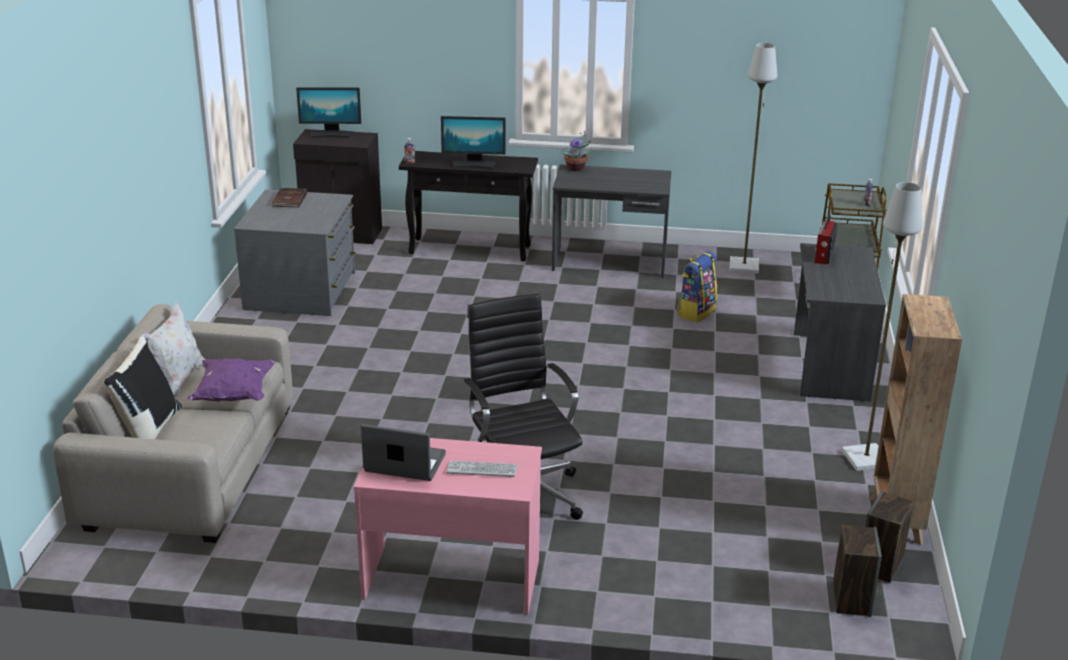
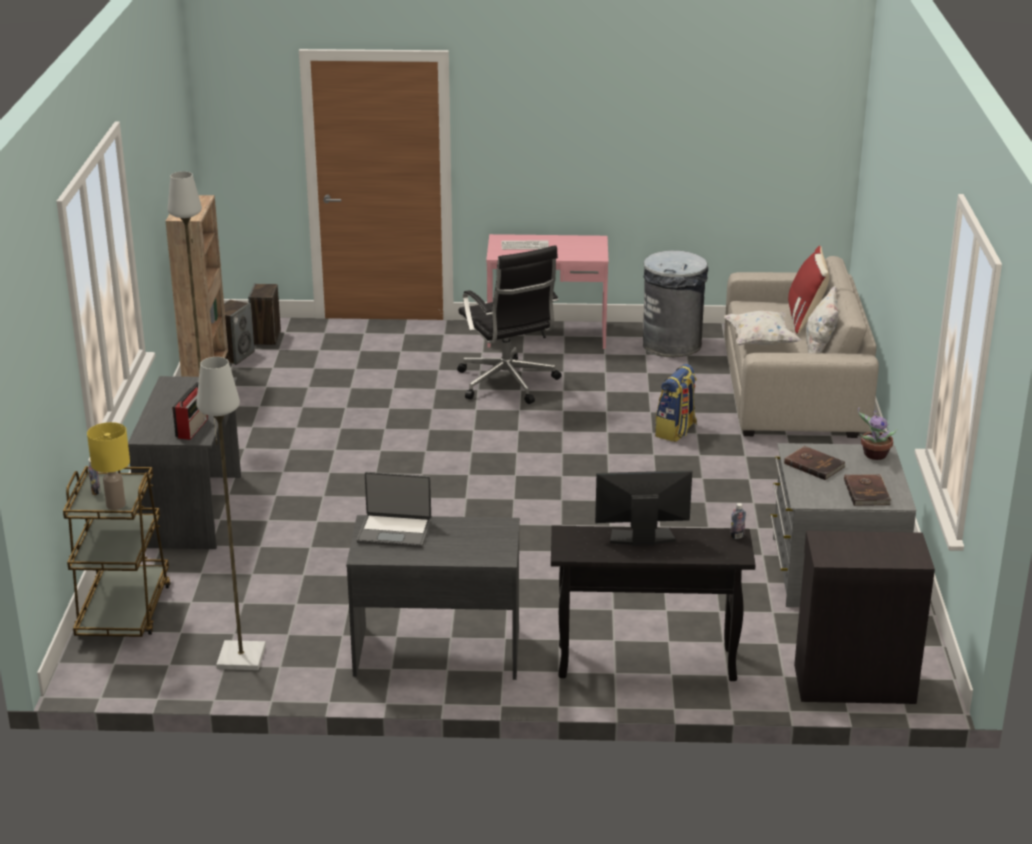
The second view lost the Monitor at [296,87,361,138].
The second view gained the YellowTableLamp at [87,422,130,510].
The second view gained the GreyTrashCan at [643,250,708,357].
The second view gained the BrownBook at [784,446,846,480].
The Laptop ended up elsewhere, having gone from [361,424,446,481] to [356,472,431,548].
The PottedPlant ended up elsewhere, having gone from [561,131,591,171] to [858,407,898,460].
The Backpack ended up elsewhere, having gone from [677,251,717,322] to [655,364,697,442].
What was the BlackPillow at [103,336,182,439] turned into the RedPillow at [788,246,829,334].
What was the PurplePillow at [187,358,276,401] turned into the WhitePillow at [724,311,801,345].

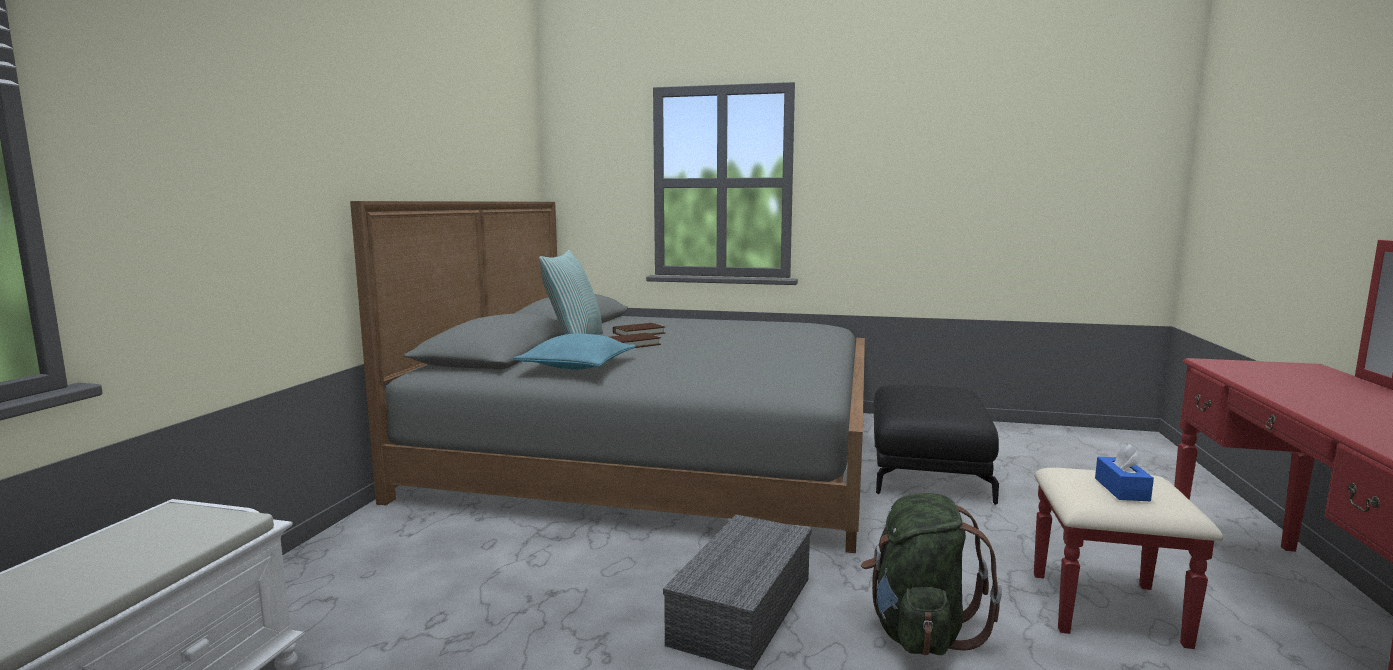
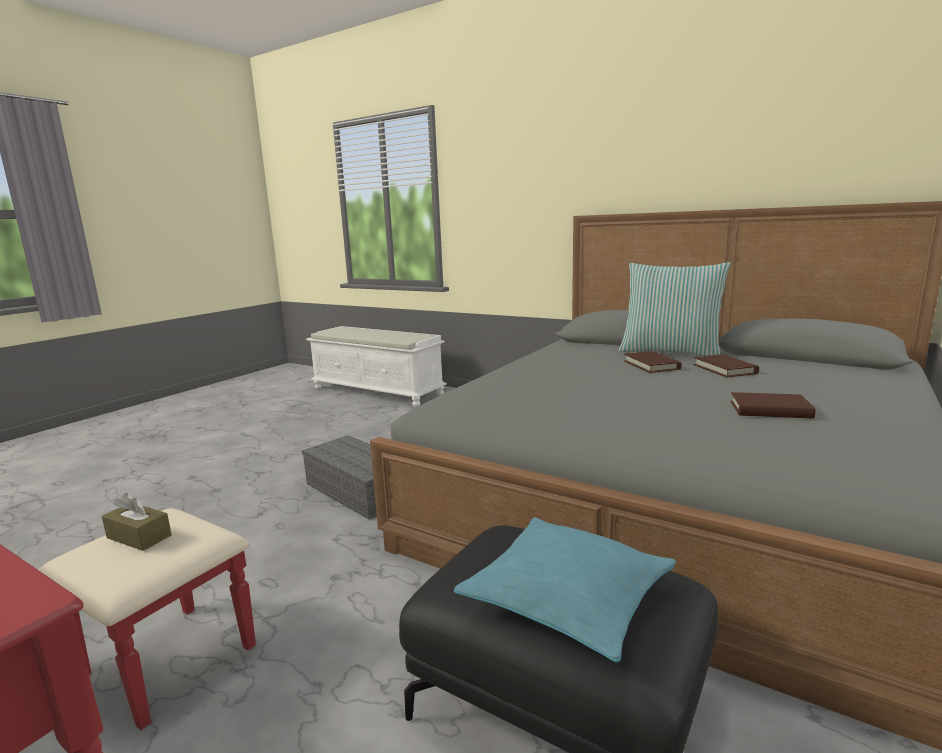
The second view lost the GreenBackpack at [861,493,1002,655].
The second view gained the BrownBook at [730,392,816,419].
The TurquoisePillow ended up elsewhere, having gone from [514,333,636,369] to [454,517,676,663].
What was the BlueTissueBox at [1095,444,1154,501] turned into the BrownTissueBox at [102,493,172,551].

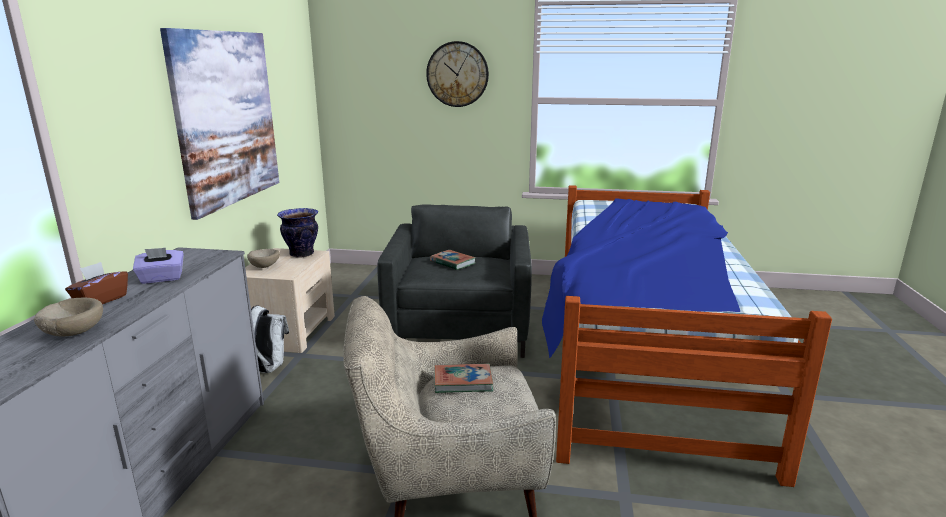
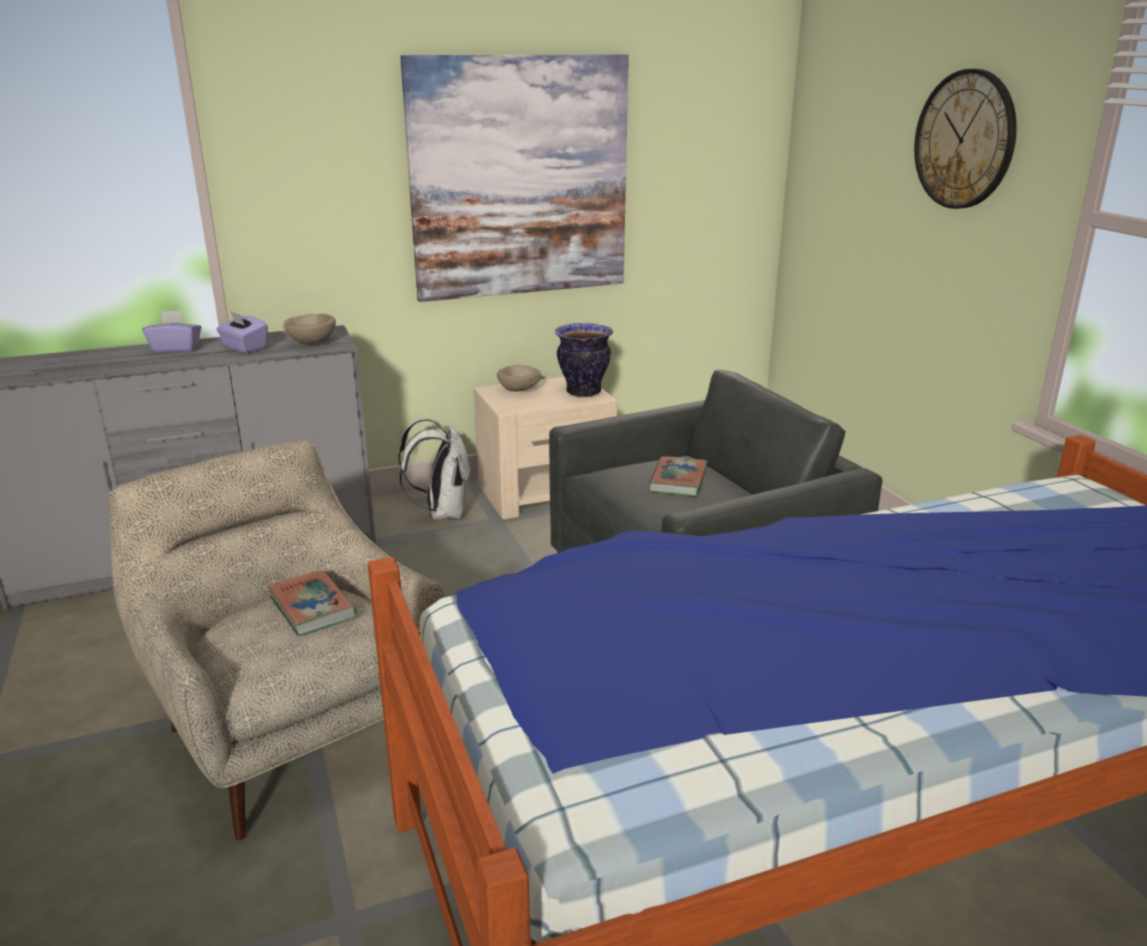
The BeigeBowl ended up elsewhere, having gone from [34,298,103,337] to [283,314,336,344].
What was the BrownTissueBox at [65,262,128,304] turned into the PurpleTissueBox at [142,311,201,352].

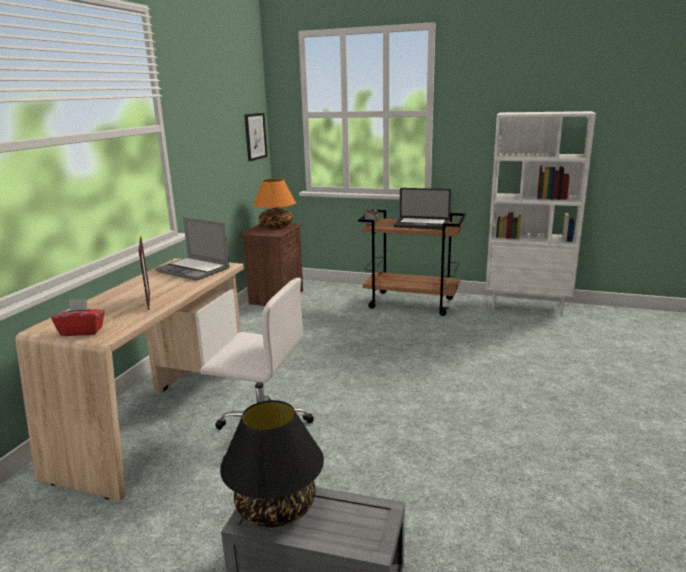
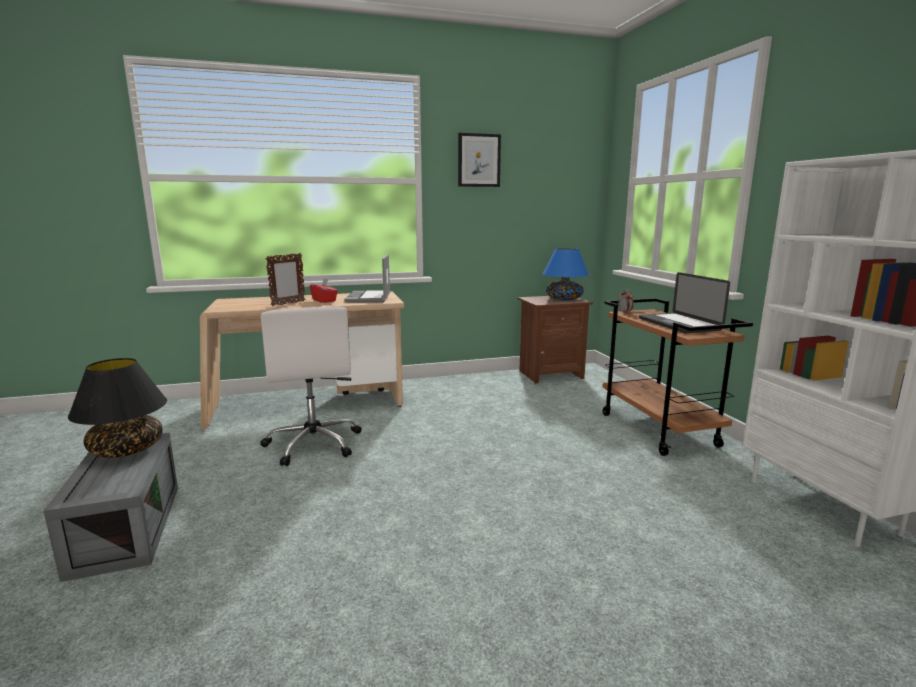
The RedTissueBox ended up elsewhere, having gone from [51,299,105,336] to [310,278,338,303].
The Picture ended up elsewhere, having gone from [244,113,267,161] to [458,133,501,187].
What was the OrangeTableLamp at [253,178,296,228] turned into the BlueTableLamp at [543,248,589,300].

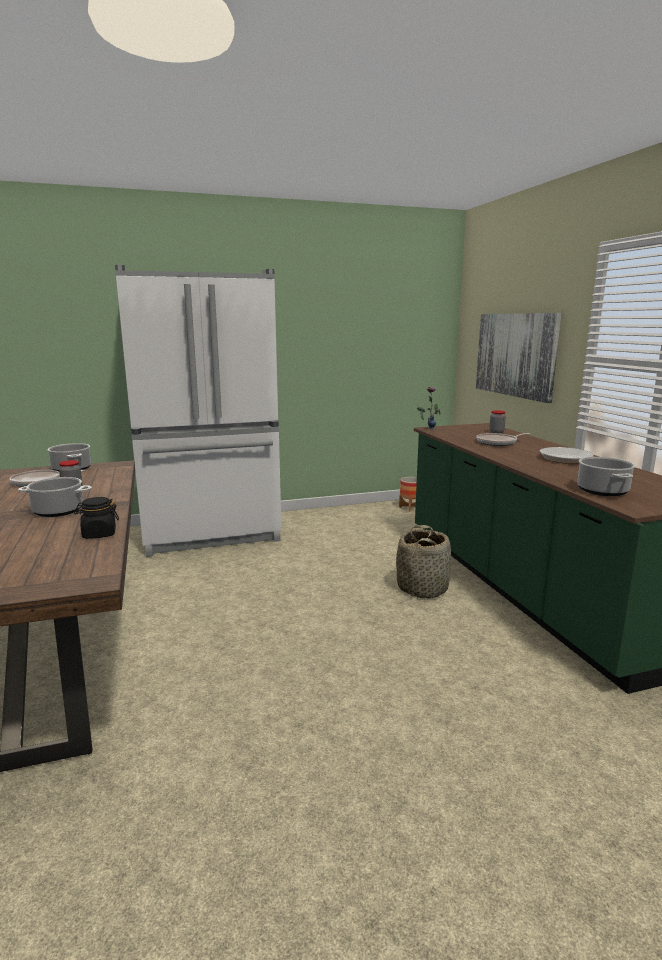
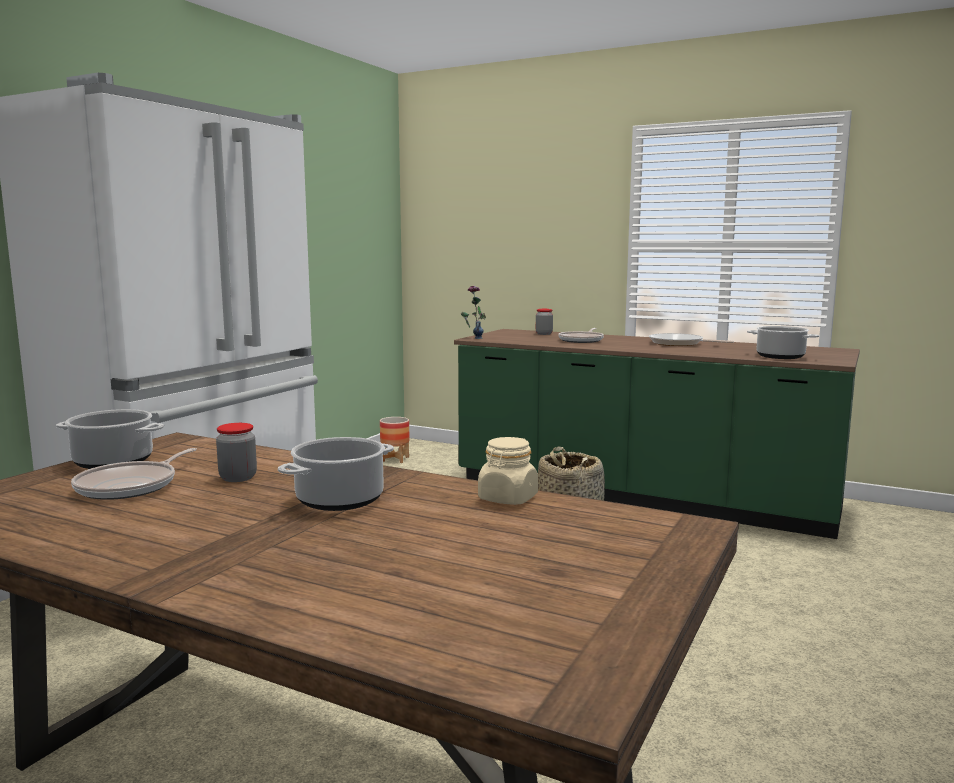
The second view lost the Picture at [476,313,562,403].
What was the BlackJar at [74,497,119,539] turned into the BeigeJar at [478,437,538,505].

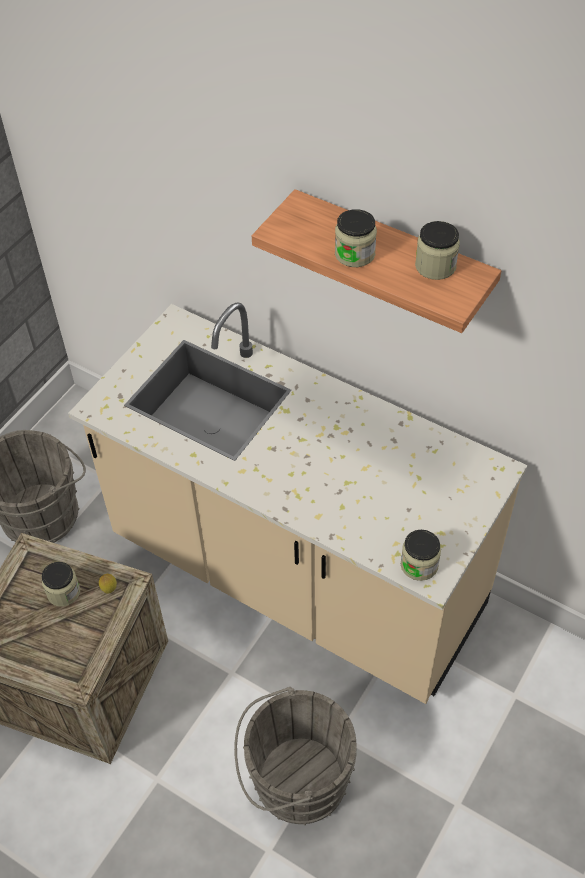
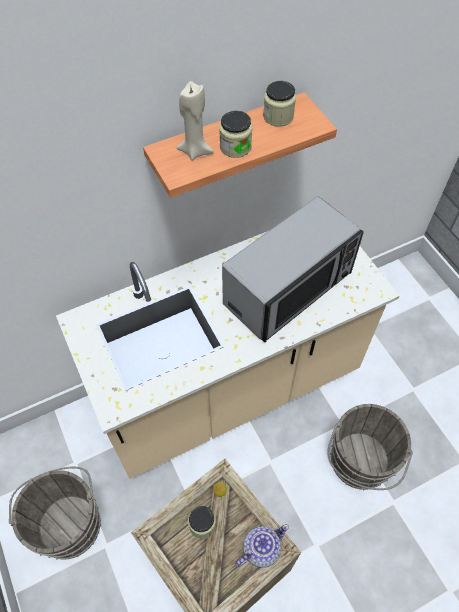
The second view lost the Jar at [401,530,441,581].
The second view gained the BeigeCandle at [176,81,214,161].
The second view gained the Microwave at [222,196,364,342].
The second view gained the Teapot at [236,524,289,568].

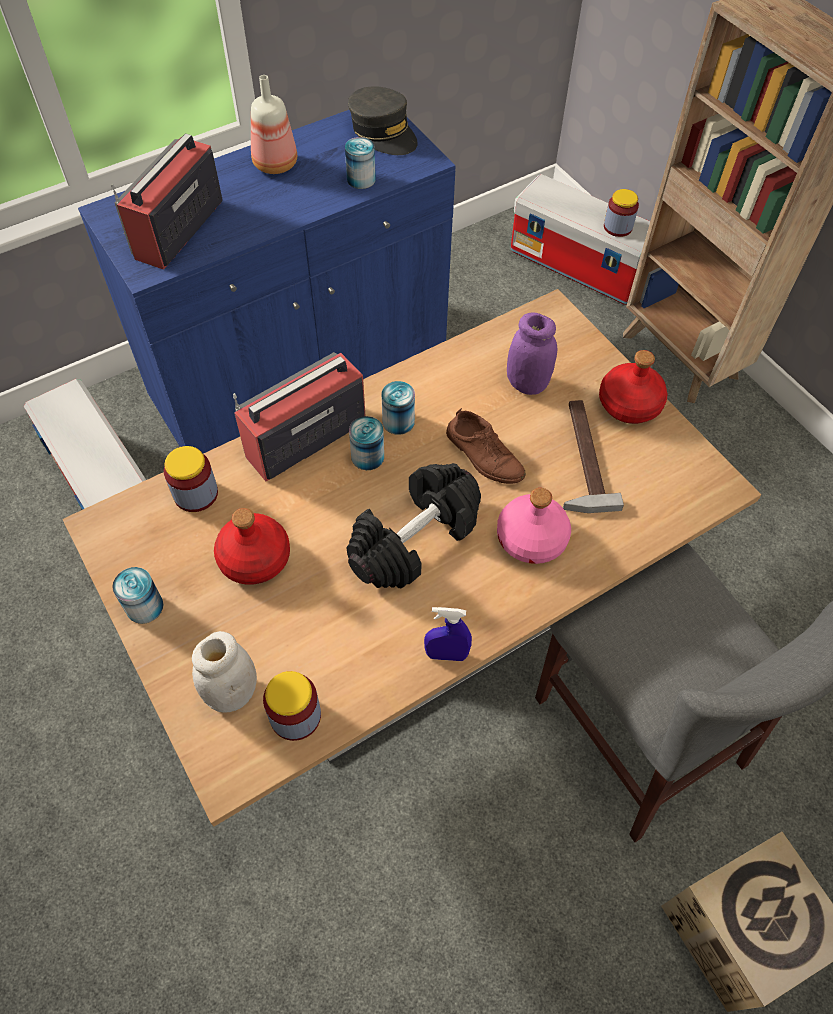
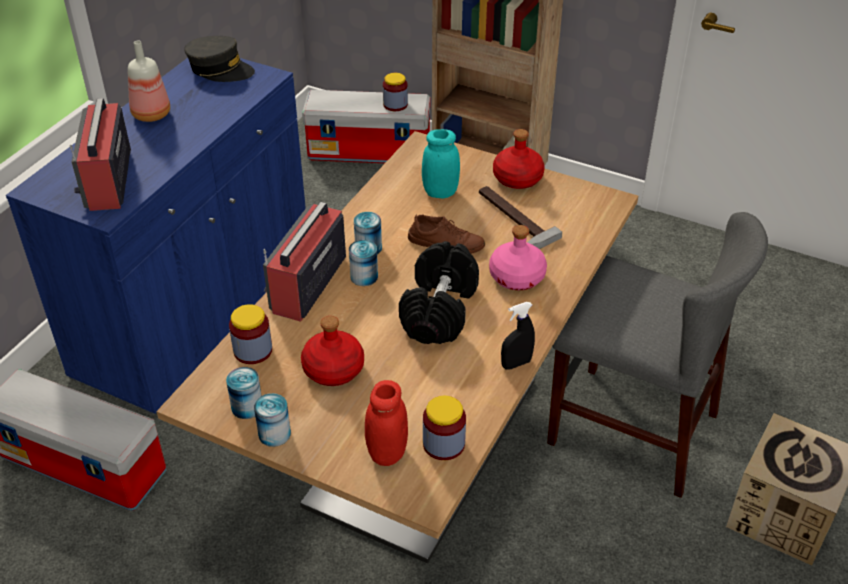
The Can ended up elsewhere, having gone from [345,137,376,189] to [226,367,262,419].
What was the WhiteJar at [192,631,257,712] turned into the RedJar at [365,380,408,466].
What was the BlueSprayBottle at [424,607,472,661] turned into the BlackSprayBottle at [501,302,535,370].
What was the PurpleJar at [507,312,557,395] turned into the TurquoiseJar at [422,129,460,199].

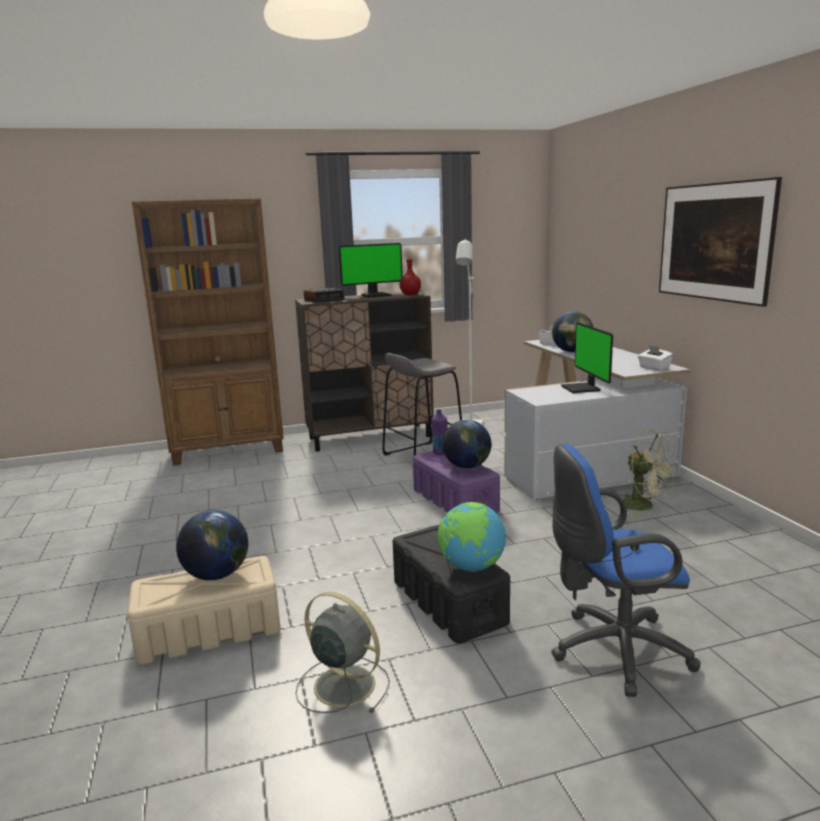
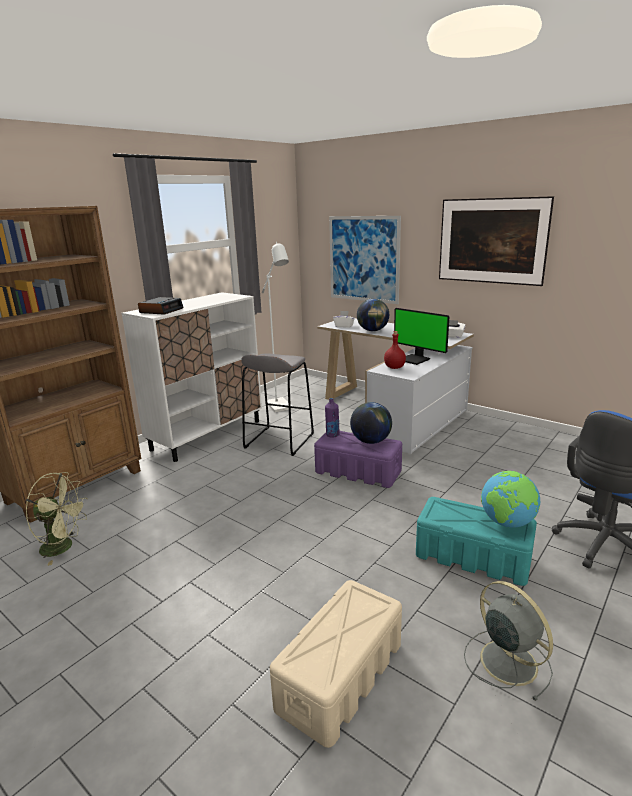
The second view lost the Globe at [176,510,248,580].
The second view lost the Monitor at [339,243,403,298].
The second view gained the Picture at [329,216,401,304].
The RedBottle ended up elsewhere, having gone from [400,256,421,295] to [384,331,406,369].
The GreenFan ended up elsewhere, having gone from [619,429,677,516] to [26,472,88,566].
What was the BrownCabinet at [295,292,434,451] turned into the WhiteCabinet at [122,292,262,462].
What was the BlackStorageBox at [393,525,510,644] turned into the TurquoiseStorageBox at [416,497,537,586].
The GreyFan at [296,592,390,713] ended up facing another way, 60 degrees clockwise from before.

